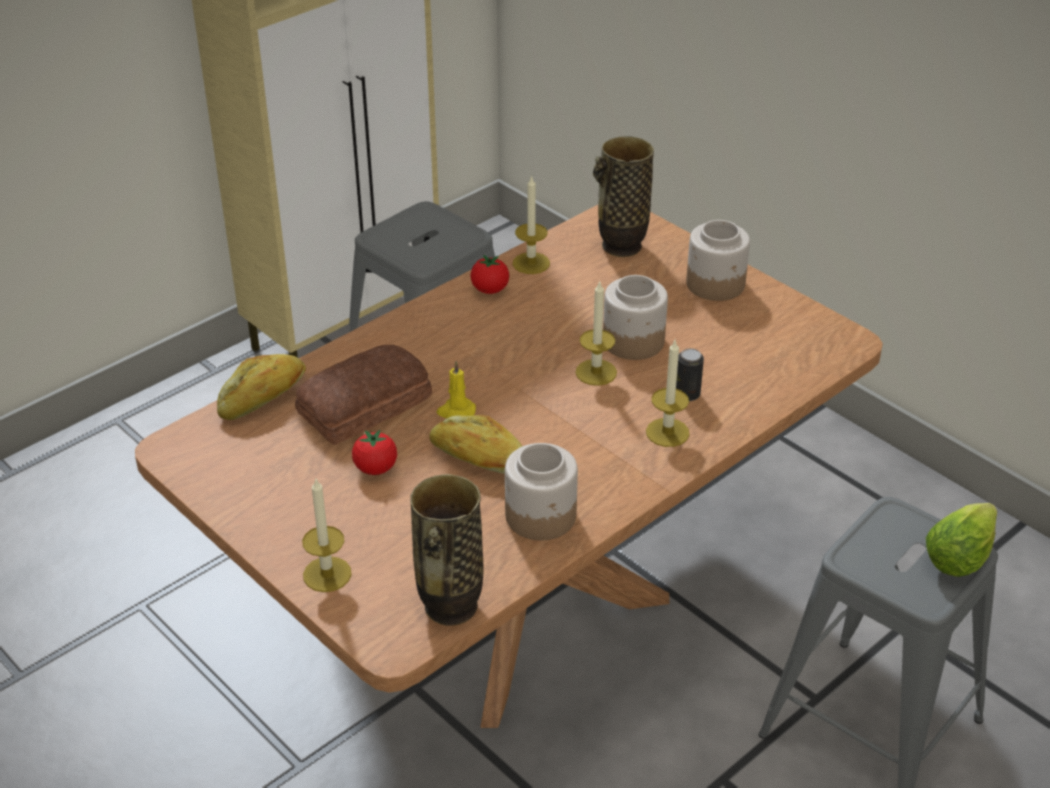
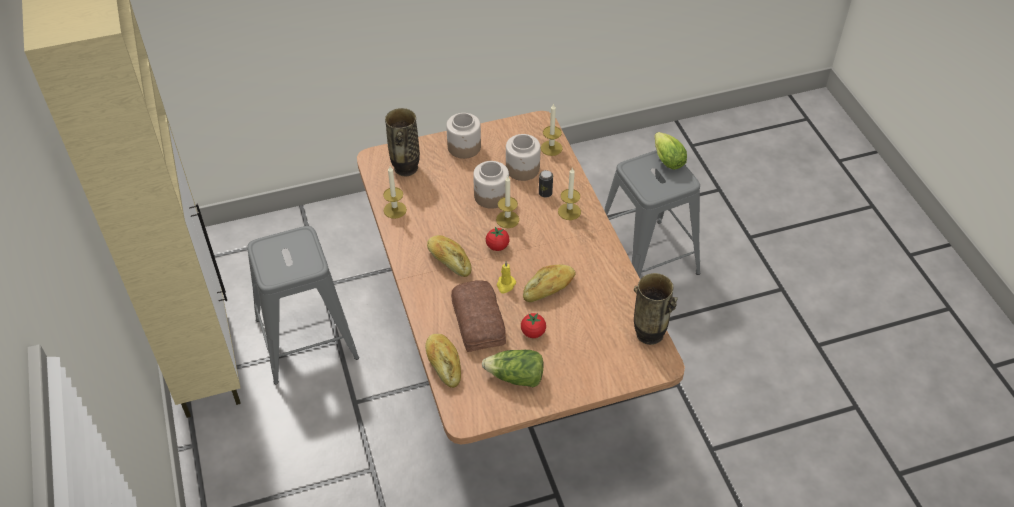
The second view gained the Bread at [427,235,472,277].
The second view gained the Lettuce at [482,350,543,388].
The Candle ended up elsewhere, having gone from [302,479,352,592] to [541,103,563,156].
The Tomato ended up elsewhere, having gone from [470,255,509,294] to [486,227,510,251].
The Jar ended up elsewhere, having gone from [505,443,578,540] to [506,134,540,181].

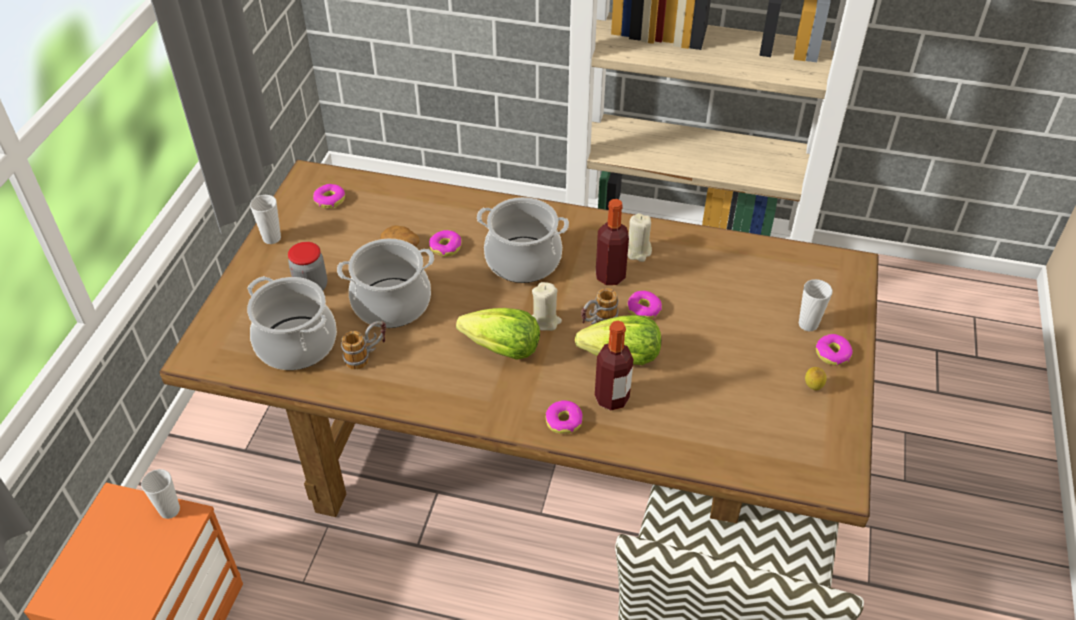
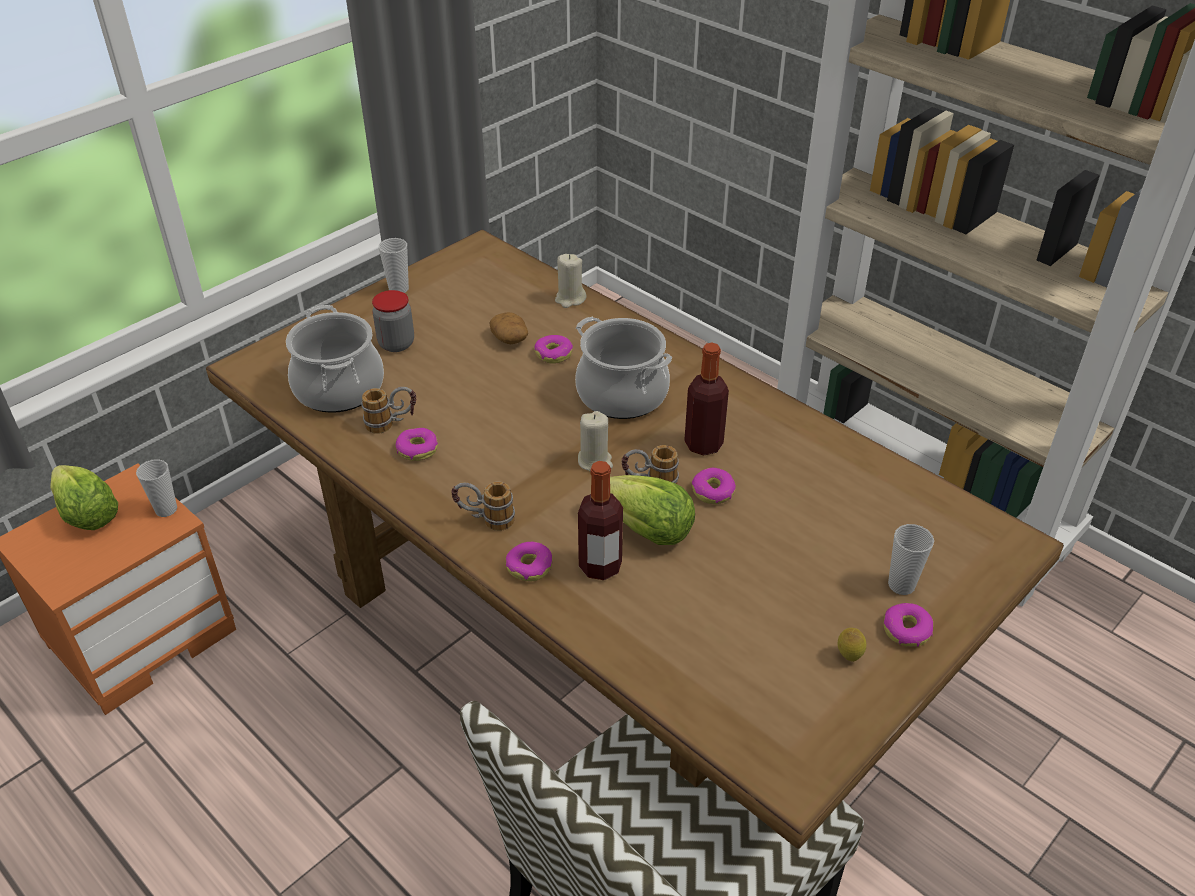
The second view lost the CookingPot at [337,239,434,328].
The second view gained the Mug at [451,482,515,531].
The Donut ended up elsewhere, having gone from [313,184,345,209] to [395,428,438,461].
The Lettuce ended up elsewhere, having gone from [456,308,540,360] to [50,465,118,530].
The BeigeCandle ended up elsewhere, having gone from [628,213,652,262] to [555,254,586,308].

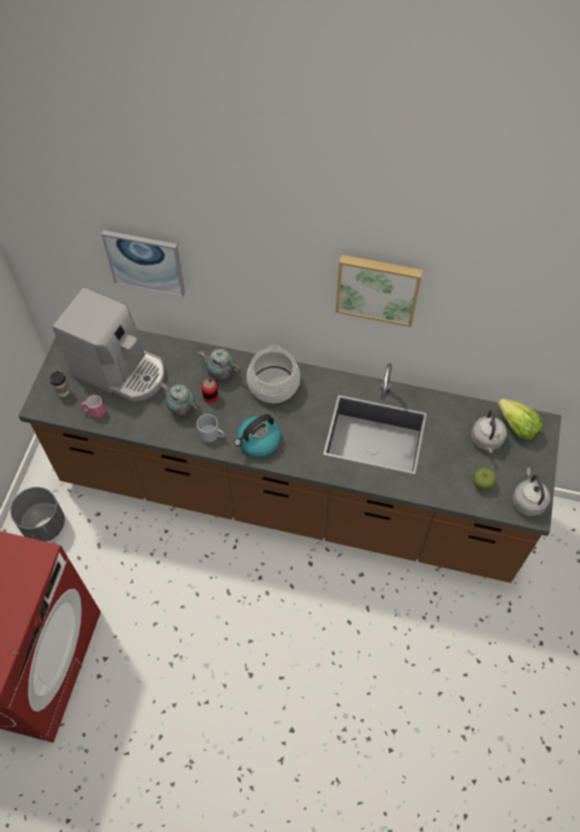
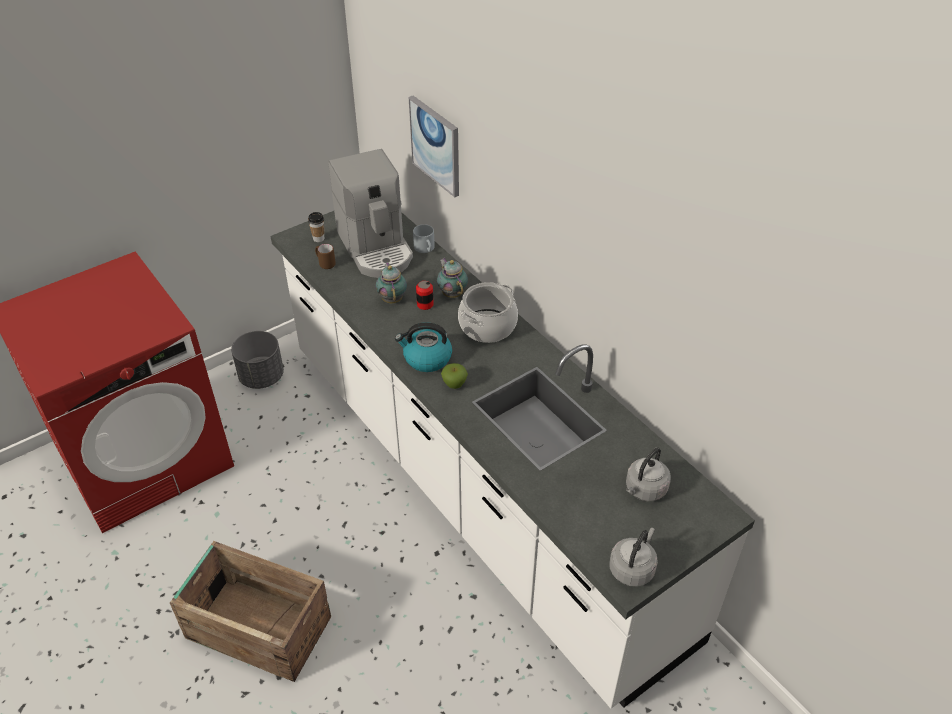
The second view lost the Picture at [335,255,423,327].
The second view lost the Lettuce at [498,398,543,440].
The second view gained the Crate at [170,541,331,682].
The GreyMug ended up elsewhere, having gone from [196,414,225,442] to [413,224,435,253].
The Apple ended up elsewhere, having gone from [473,467,497,489] to [441,363,468,389].
What was the BrownCounter at [18,330,561,583] turned into the WhiteCounter at [270,211,755,709].
What was the PinkMug at [81,395,105,418] turned into the BrownMug at [315,244,336,269].

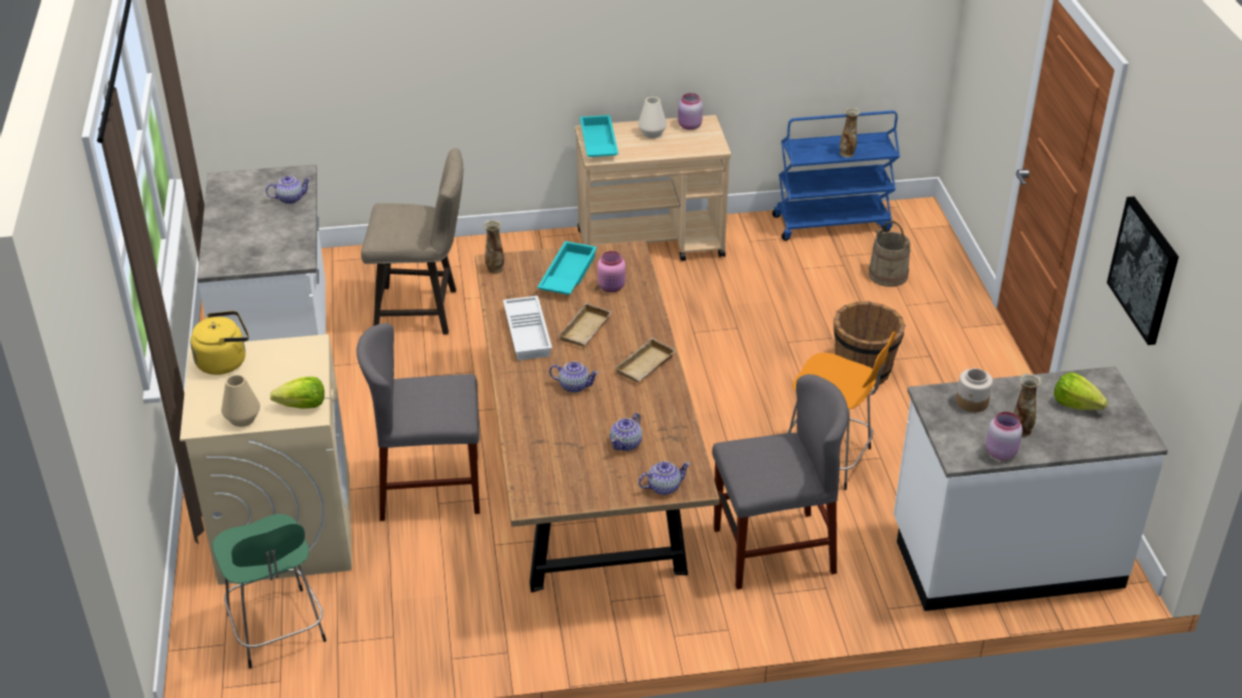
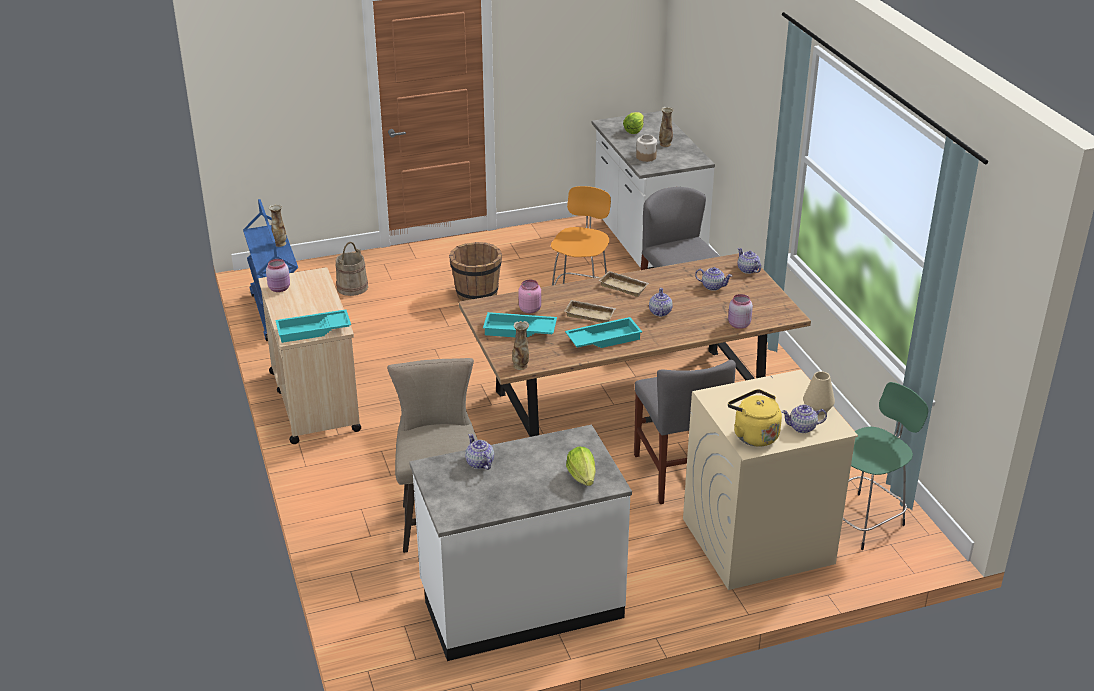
The second view lost the WhiteVase at [638,97,667,138].
The second view lost the Picture at [1107,196,1179,345].
The second view gained the Teapot at [781,404,827,433].
The Lettuce ended up elsewhere, having gone from [270,377,325,409] to [566,447,596,486].
The PinkJar ended up elsewhere, having gone from [986,412,1022,460] to [728,294,753,329].
What was the WhiteTray at [503,296,552,360] turned into the TurquoiseTray at [565,317,642,348].

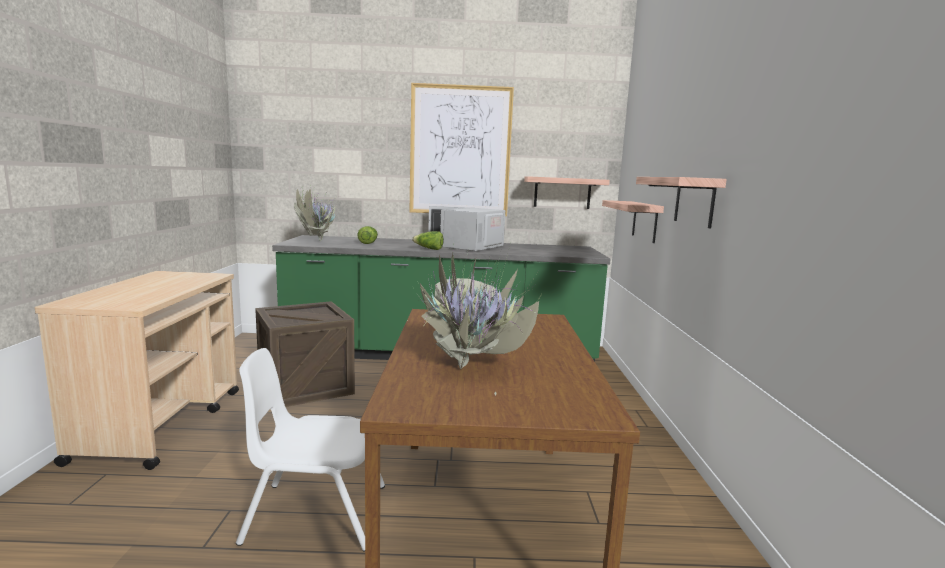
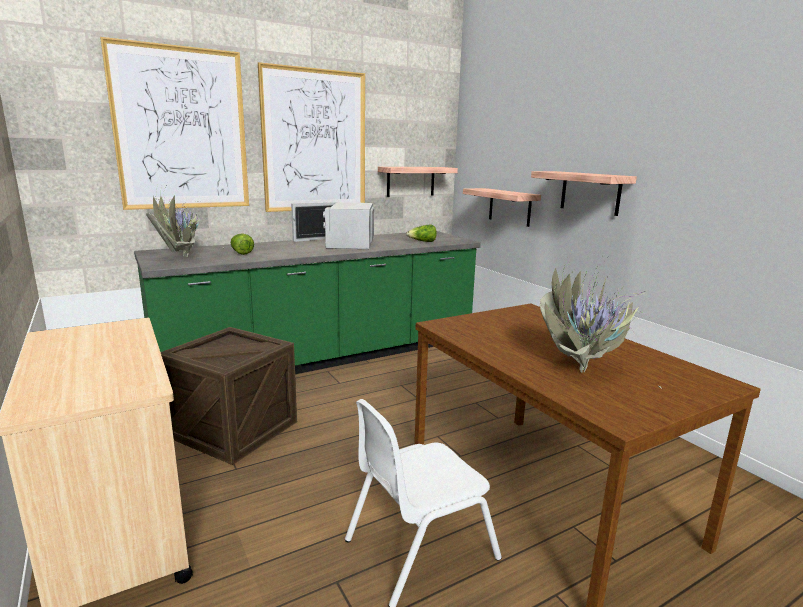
The second view gained the Picture at [100,37,249,210].
The Lettuce ended up elsewhere, having gone from [412,231,444,250] to [407,225,437,242].

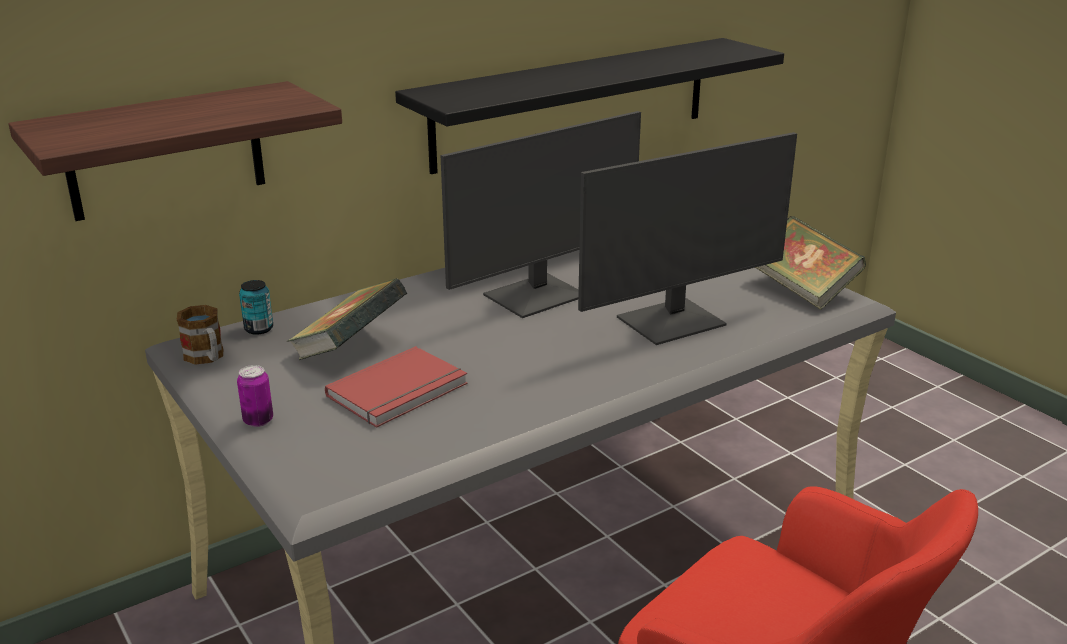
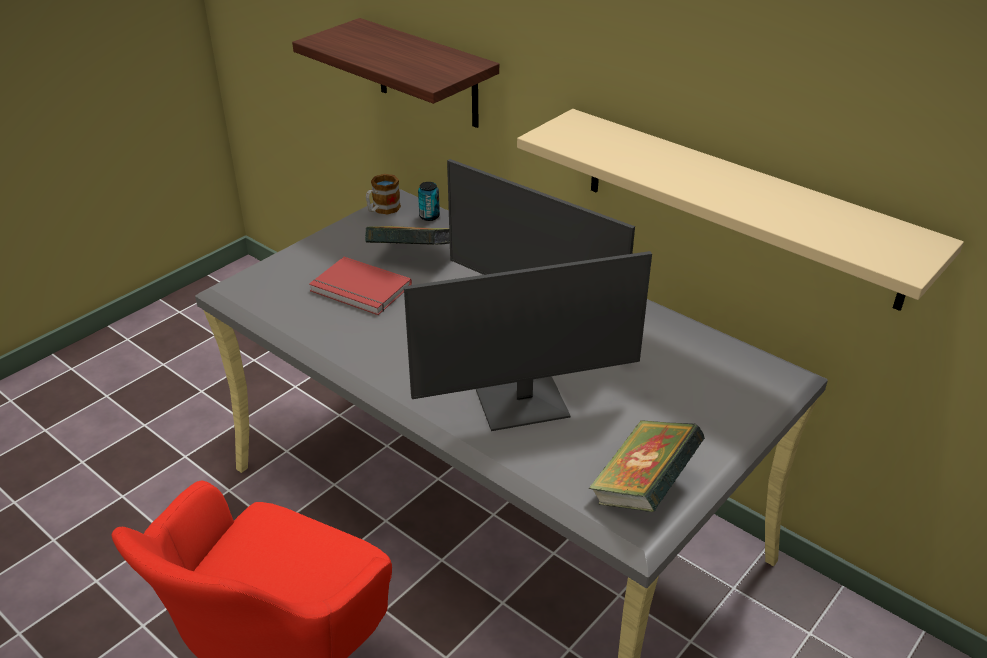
The second view lost the Can at [237,365,273,427].
What was the BlackShelf at [395,38,784,174] turned into the BeigeShelf at [517,109,964,311].
The Monitor at [578,132,797,345] ended up facing another way, 60 degrees counterclockwise from before.

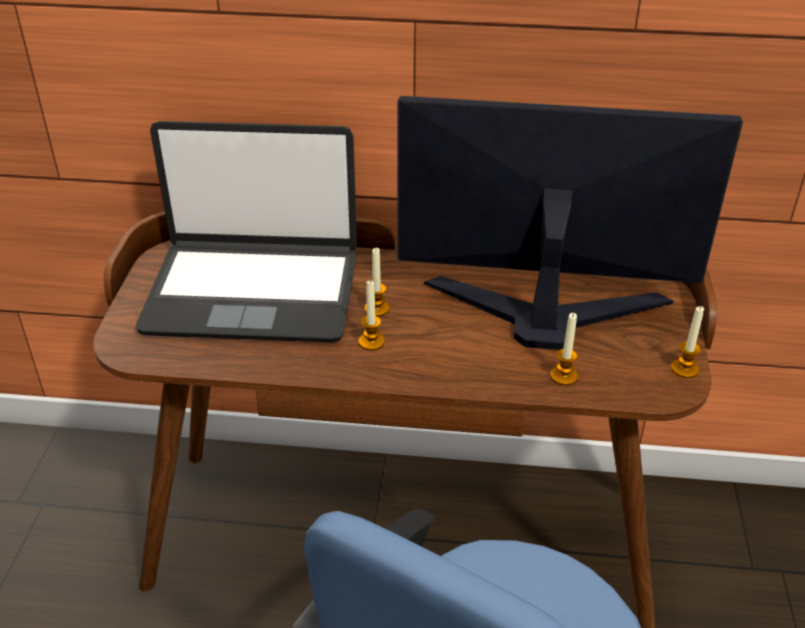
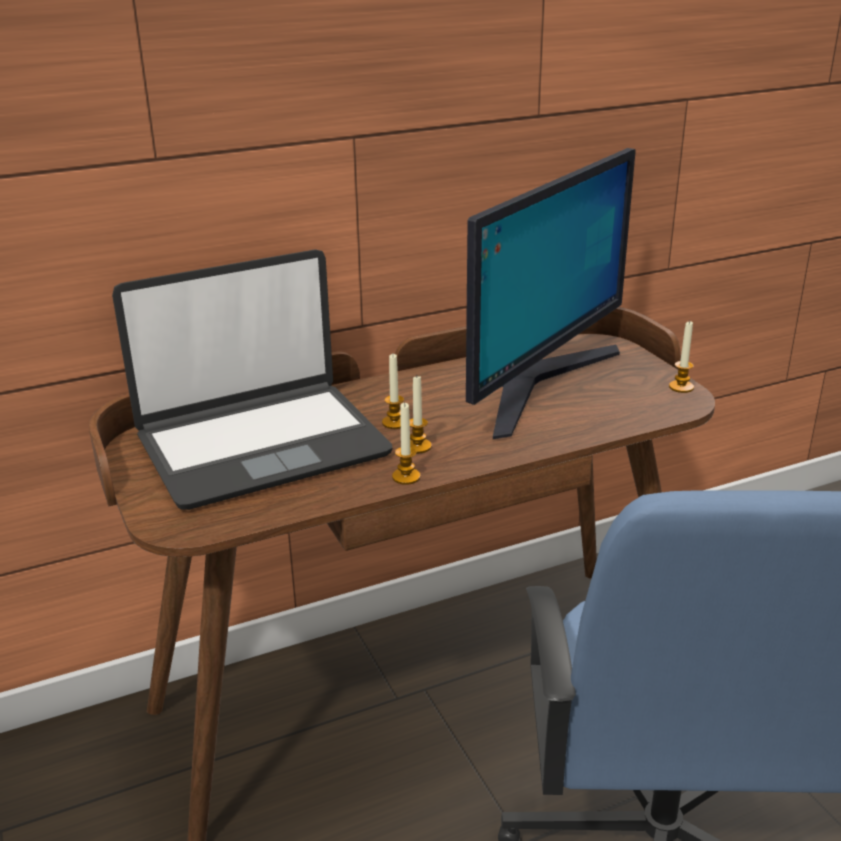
The Candle ended up elsewhere, having gone from [550,313,578,385] to [392,402,420,485].
The Monitor at [398,96,743,350] ended up facing another way, 150 degrees clockwise from before.

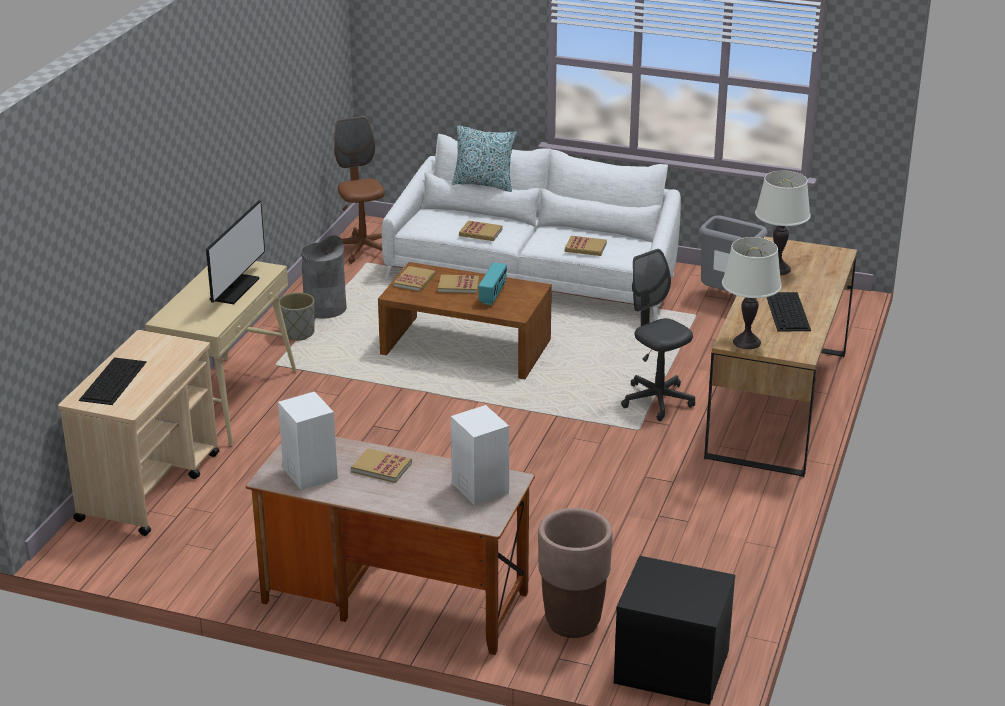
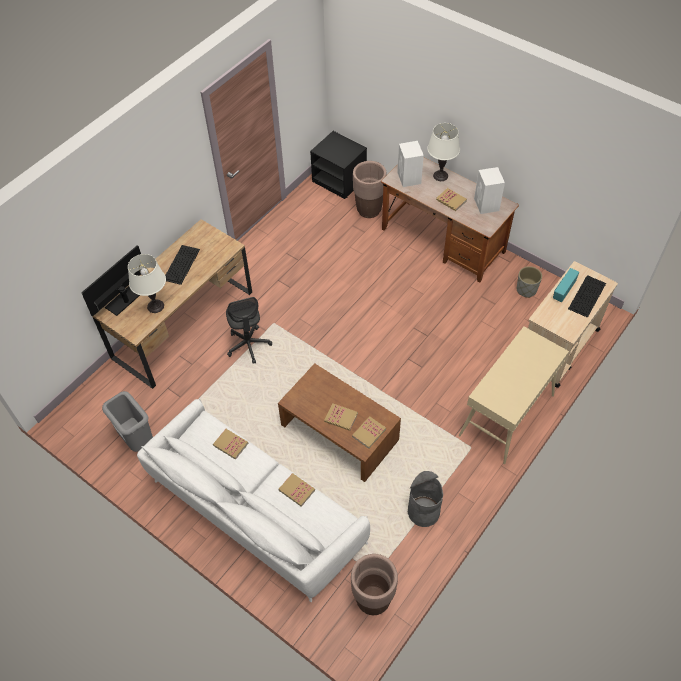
The second view lost the Pillow at [452,126,517,192].
The Monitor ended up elsewhere, having gone from [206,200,265,304] to [81,245,141,317].
The GreyPlanter ended up elsewhere, having gone from [279,292,315,341] to [517,266,542,298].
The Radio ended up elsewhere, having gone from [478,262,507,305] to [553,268,579,302].
The WhiteTableLamp ended up elsewhere, having gone from [722,237,782,349] to [427,123,460,181].
Where the BrownOfficeChair stood at [334,116,385,264], the BrownPlanter came to stand at [351,554,398,615].

